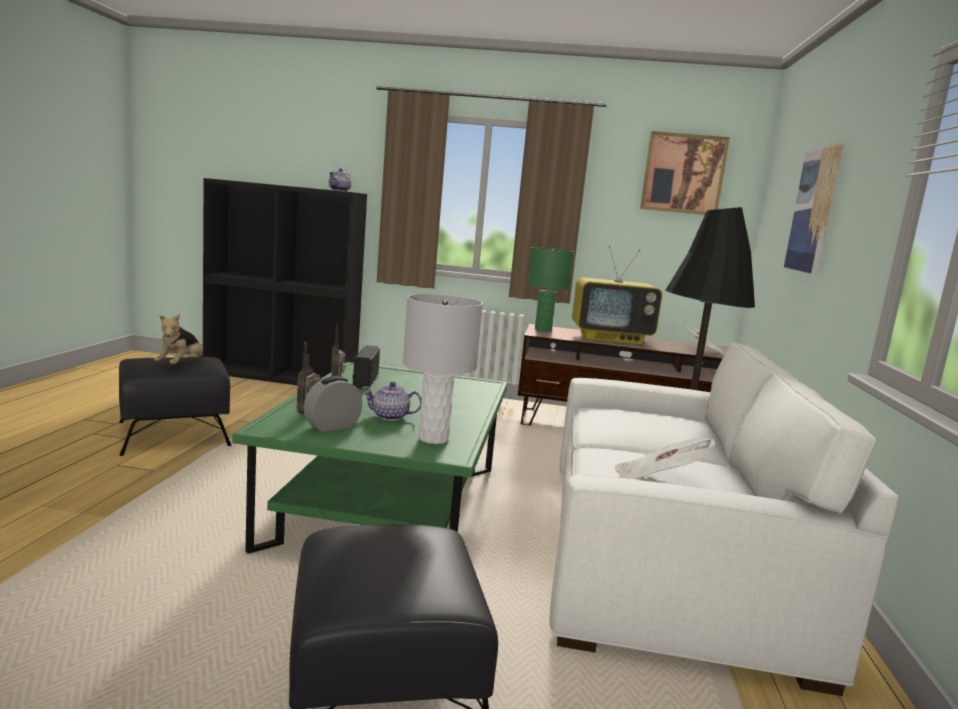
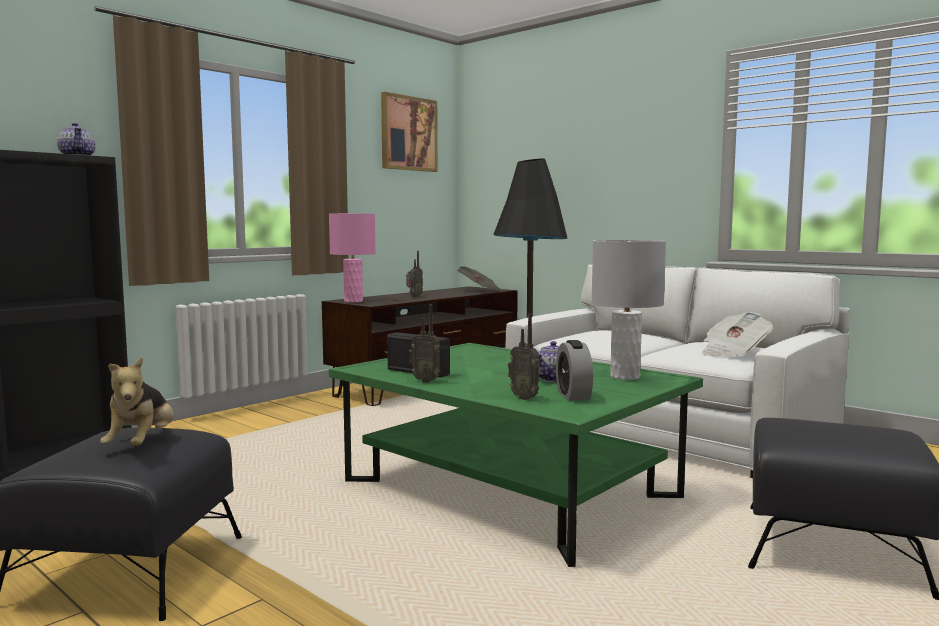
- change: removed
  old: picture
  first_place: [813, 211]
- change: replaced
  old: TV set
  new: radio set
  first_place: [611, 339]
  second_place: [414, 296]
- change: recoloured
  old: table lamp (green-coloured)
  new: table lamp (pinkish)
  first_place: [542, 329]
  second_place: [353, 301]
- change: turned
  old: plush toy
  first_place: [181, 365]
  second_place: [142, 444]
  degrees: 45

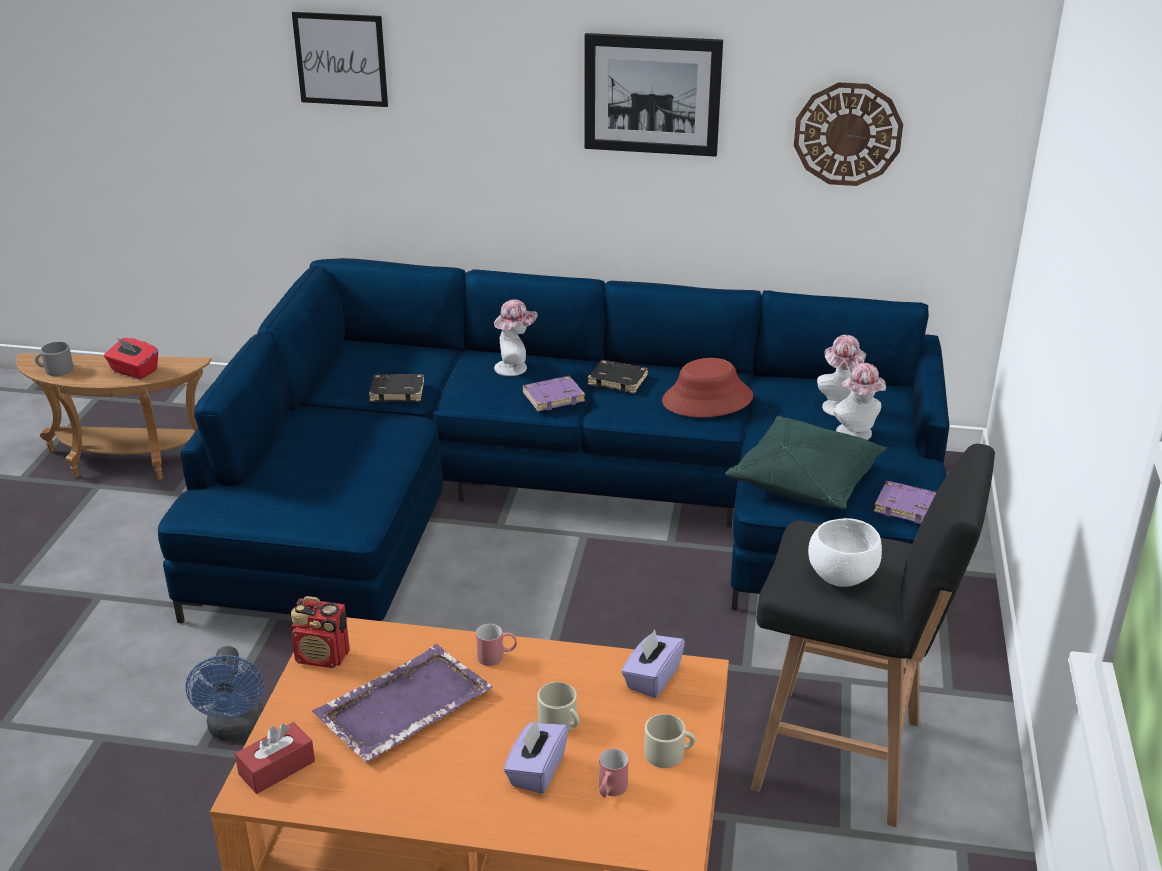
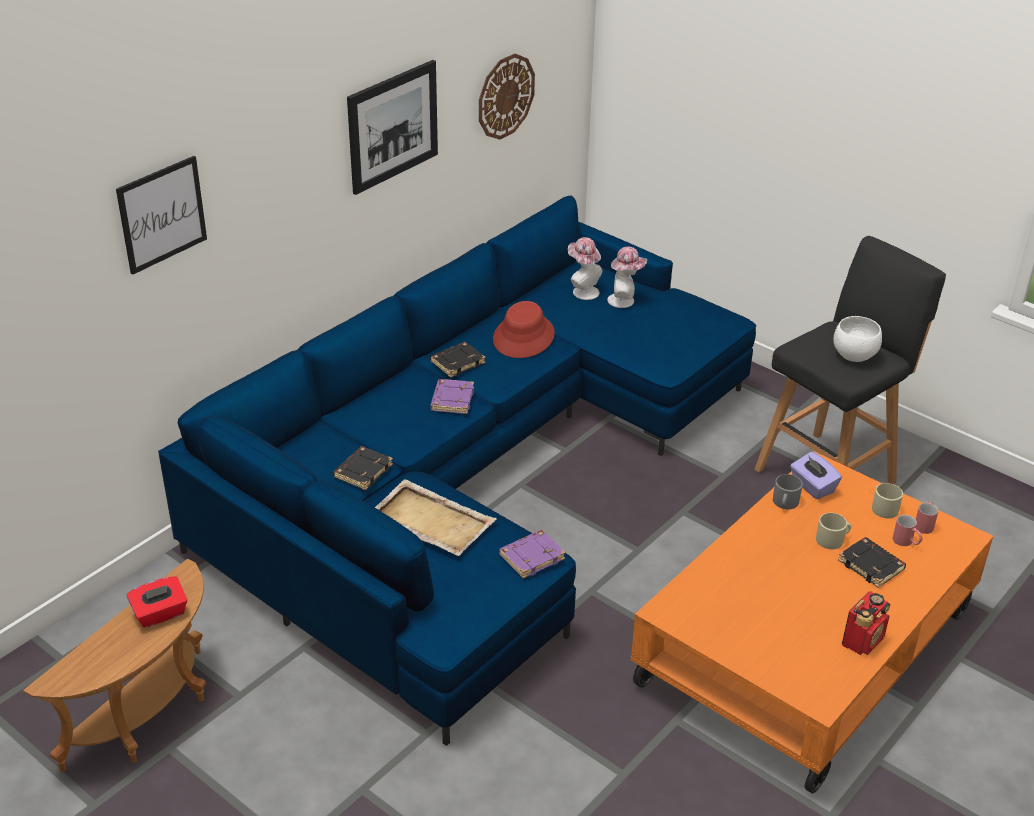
- change: removed
  old: fan (bluish)
  first_place: [235, 729]
- change: removed
  old: tissue holder (reddish)
  first_place: [277, 768]
- change: removed
  old: tray (purple)
  first_place: [402, 706]
- change: removed
  old: hat
  first_place: [515, 367]
- change: removed
  old: cushion (green-coloured)
  first_place: [805, 480]
- change: added
  new: tray (beige-coloured)
  second_place: [430, 521]
- change: moved
  old: mug (greyish)
  first_place: [55, 370]
  second_place: [785, 503]
- change: moved
  old: radio set
  first_place: [323, 656]
  second_place: [863, 641]
- change: moved
  old: mug (reddish)
  first_place: [497, 657]
  second_place: [924, 524]
- change: moved
  old: bound book (purple)
  first_place: [909, 507]
  second_place: [532, 557]
- change: replaced
  old: tissue holder (purple)
  new: bound book (black-coloured)
  first_place: [536, 771]
  second_place: [872, 565]

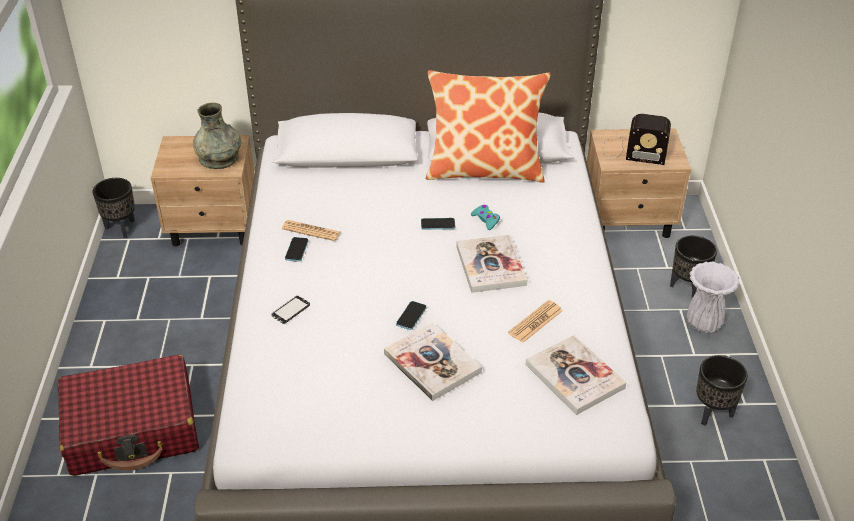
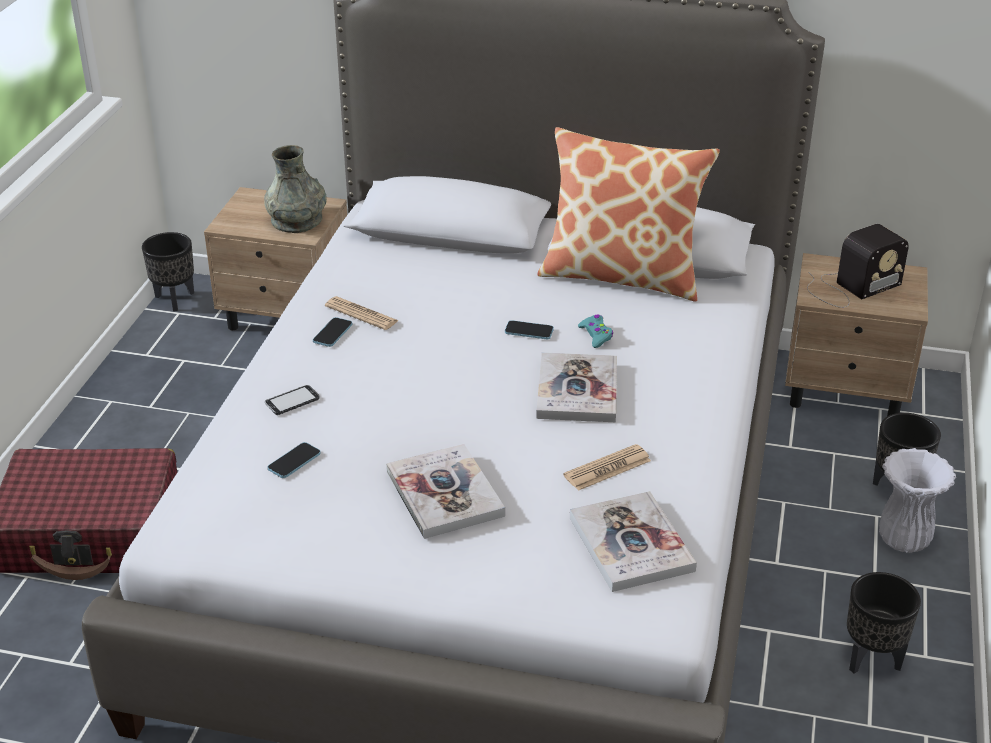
- change: moved
  old: telephone
  first_place: [411, 316]
  second_place: [294, 461]
- change: turned
  old: radio set
  first_place: [632, 151]
  second_place: [850, 287]
  degrees: -60

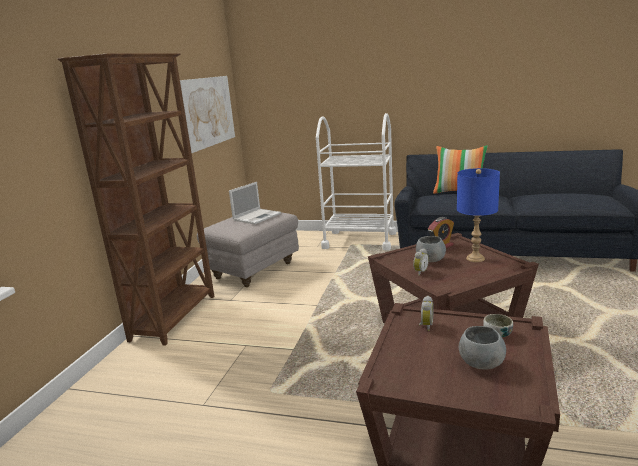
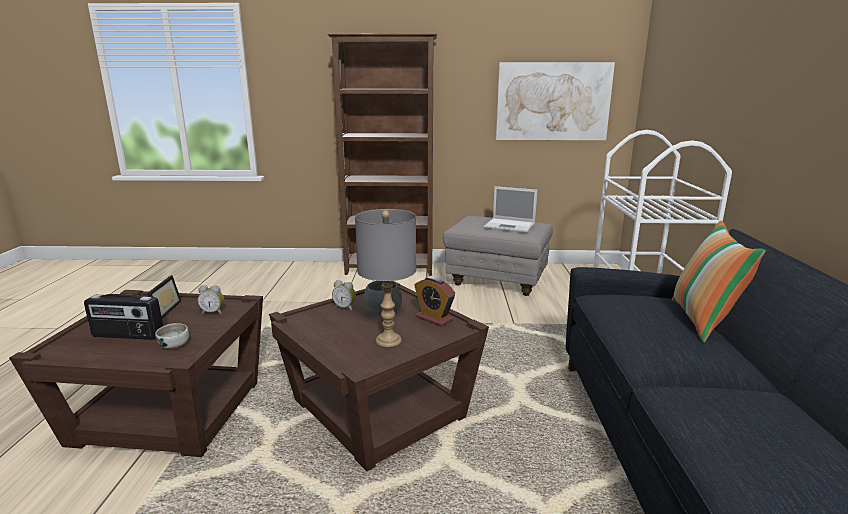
- change: added
  new: standing frame
  second_place: [162, 311]
- change: replaced
  old: bowl (greyish)
  new: radio set
  first_place: [481, 363]
  second_place: [127, 335]
- change: recoloured
  old: table lamp (bluish)
  new: table lamp (greyish)
  first_place: [475, 258]
  second_place: [389, 340]

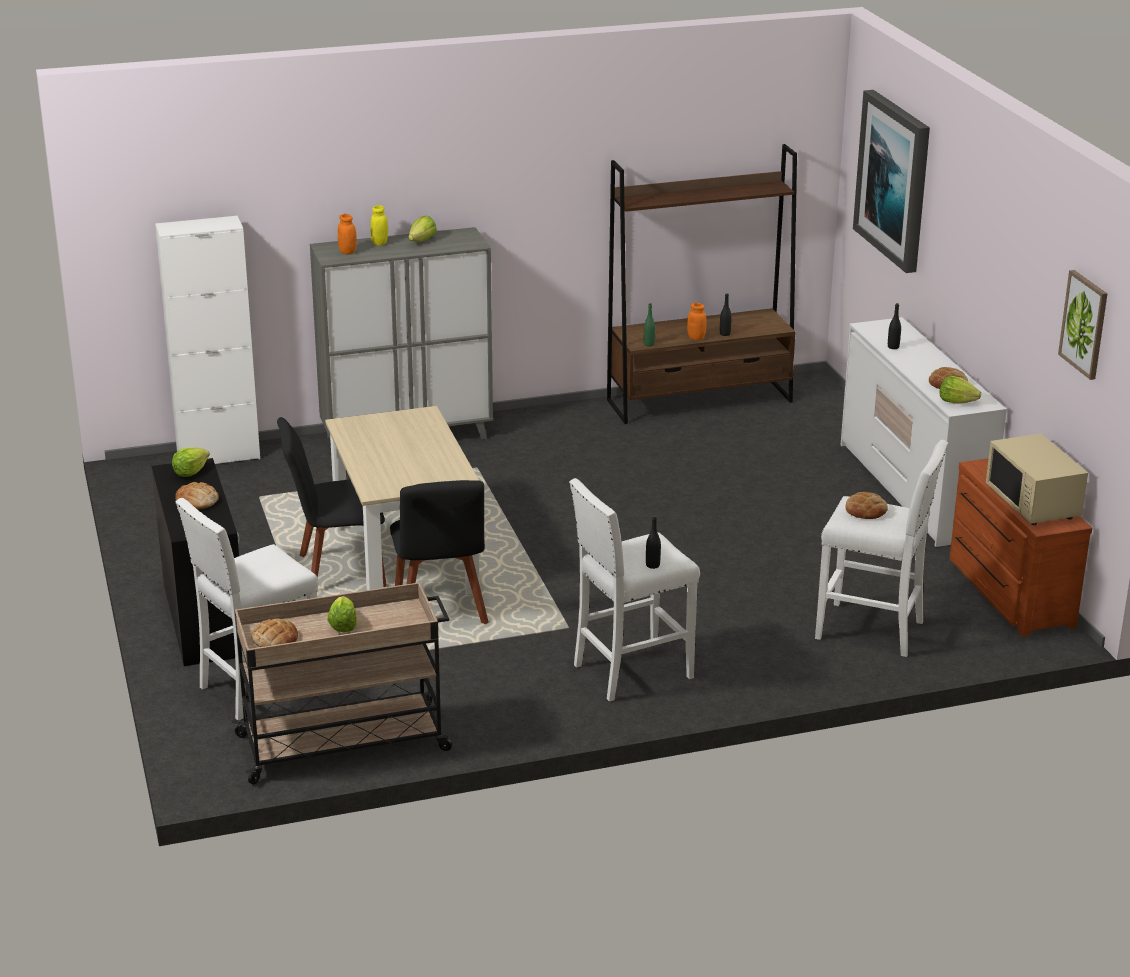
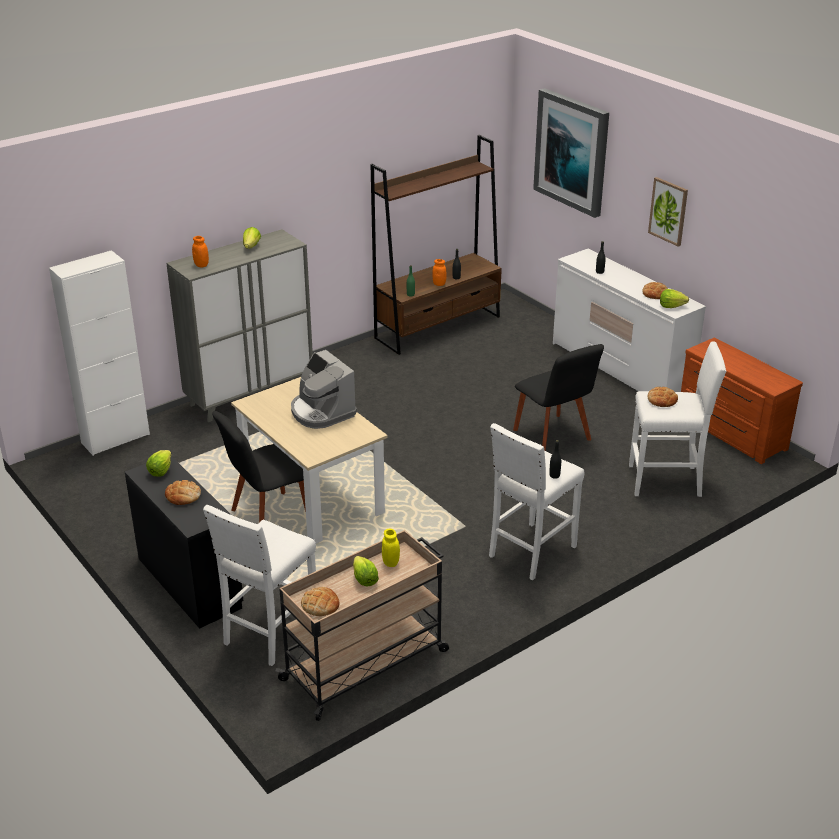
- change: removed
  old: microwave (beige-coloured)
  first_place: [1033, 503]
- change: added
  new: coffee maker
  second_place: [321, 412]
- change: moved
  old: storage jar (yellowish)
  first_place: [379, 243]
  second_place: [390, 562]
- change: moved
  old: chair (black-coloured)
  first_place: [440, 611]
  second_place: [554, 437]
- change: moved
  old: picture
  first_place: [1084, 324]
  second_place: [668, 211]

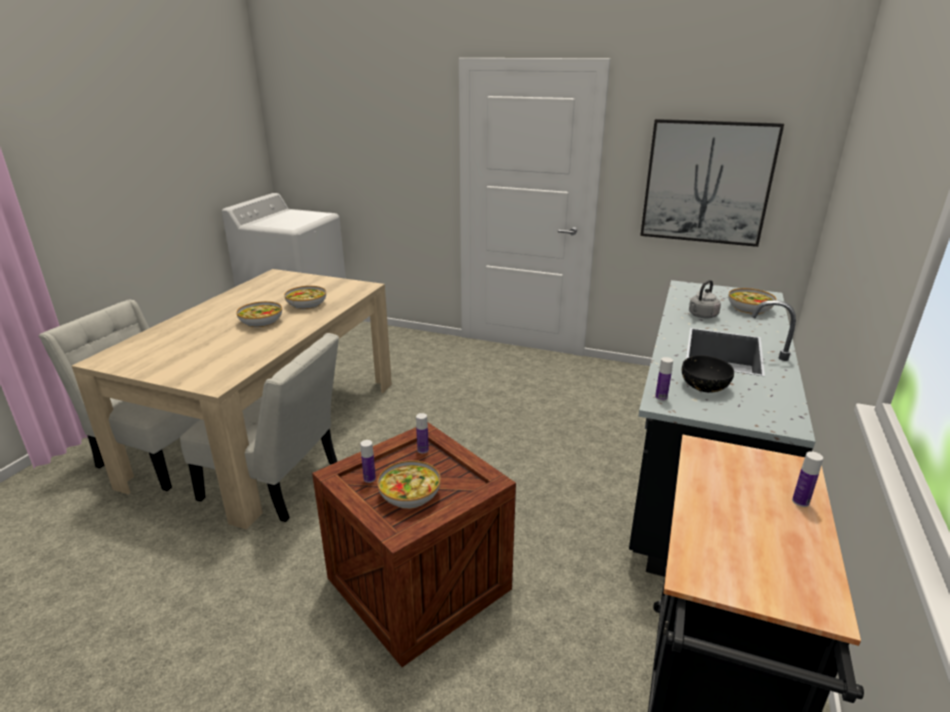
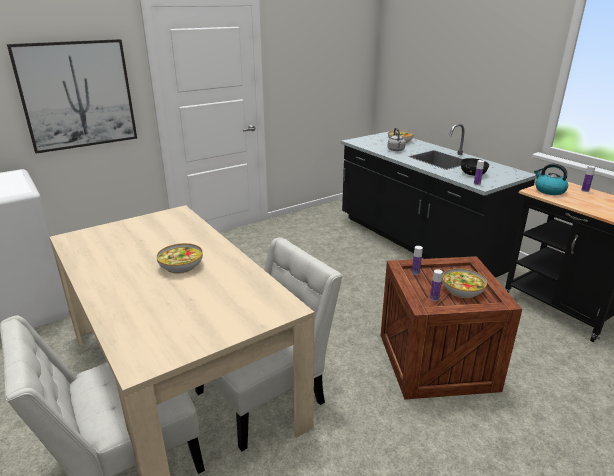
- change: removed
  old: bowl
  first_place: [306, 304]
- change: added
  new: tea kettle
  second_place: [549, 190]
- change: moved
  old: picture
  first_place: [707, 182]
  second_place: [77, 95]

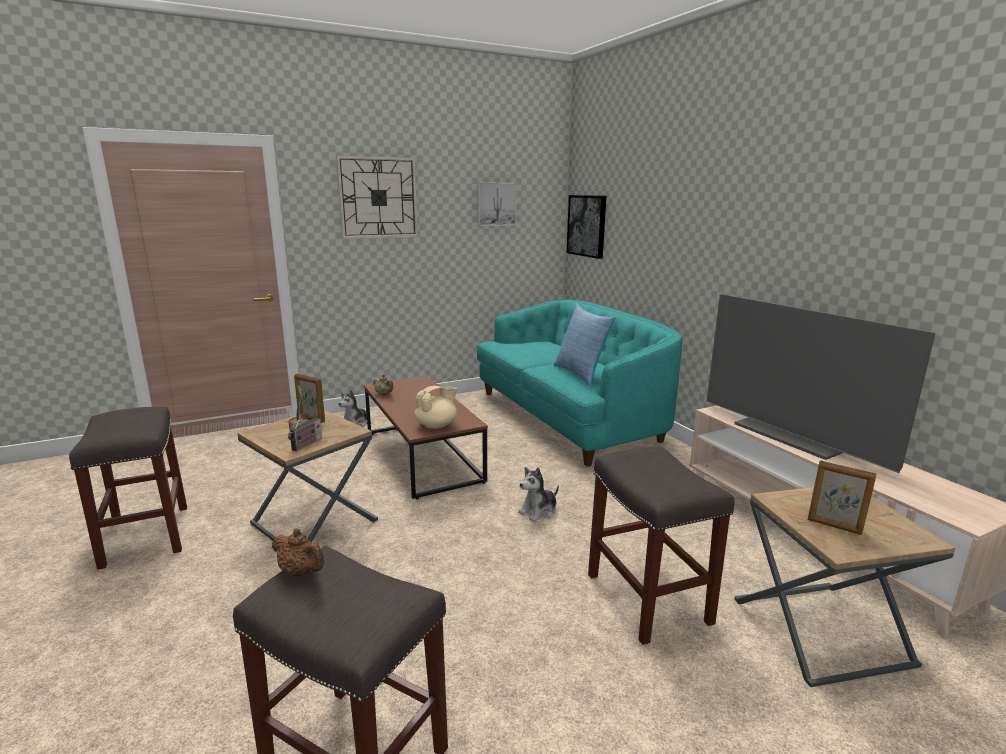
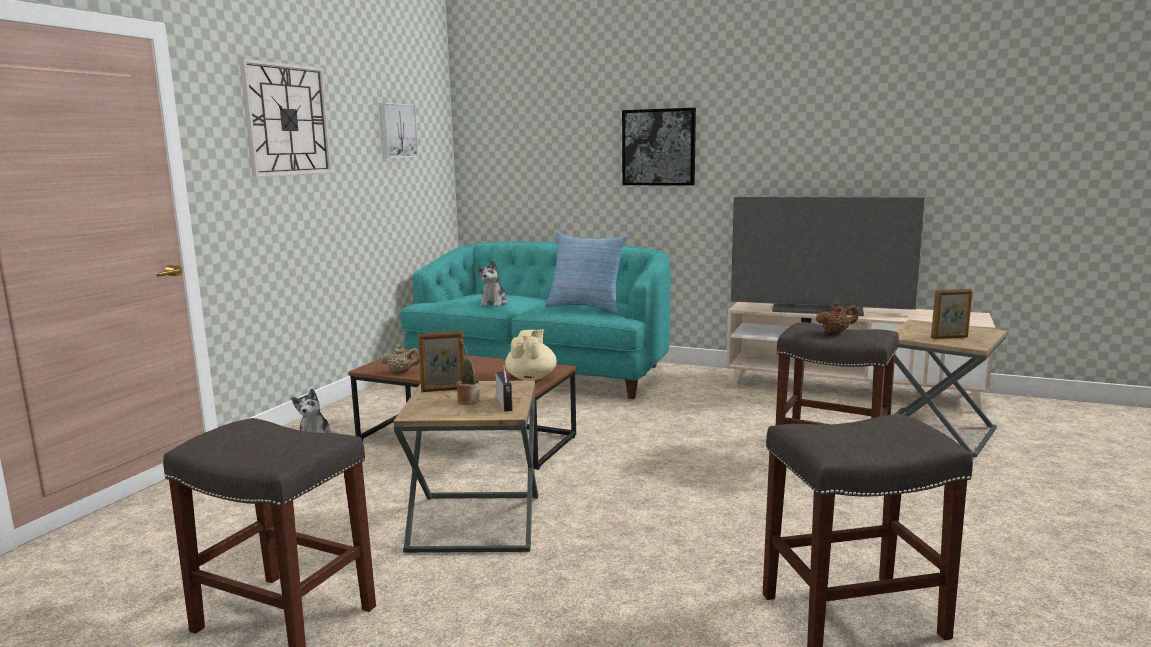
- change: moved
  old: teapot (brown-coloured)
  first_place: [301, 572]
  second_place: [836, 332]
- change: moved
  old: plush toy
  first_place: [539, 511]
  second_place: [493, 303]
- change: moved
  old: picture
  first_place: [587, 226]
  second_place: [659, 147]

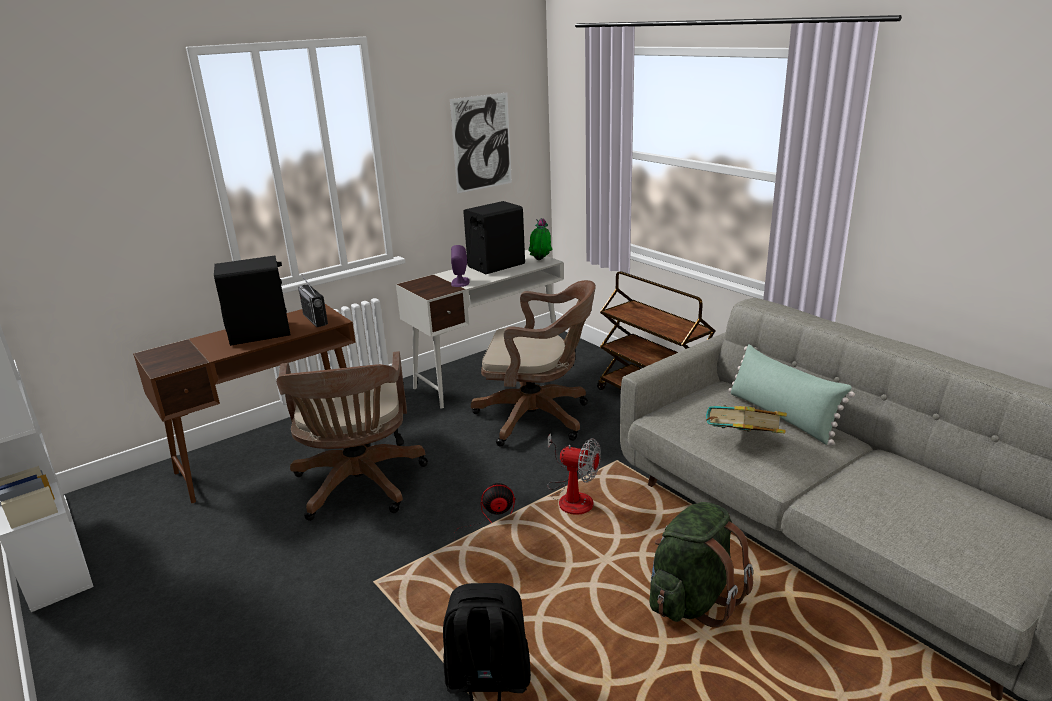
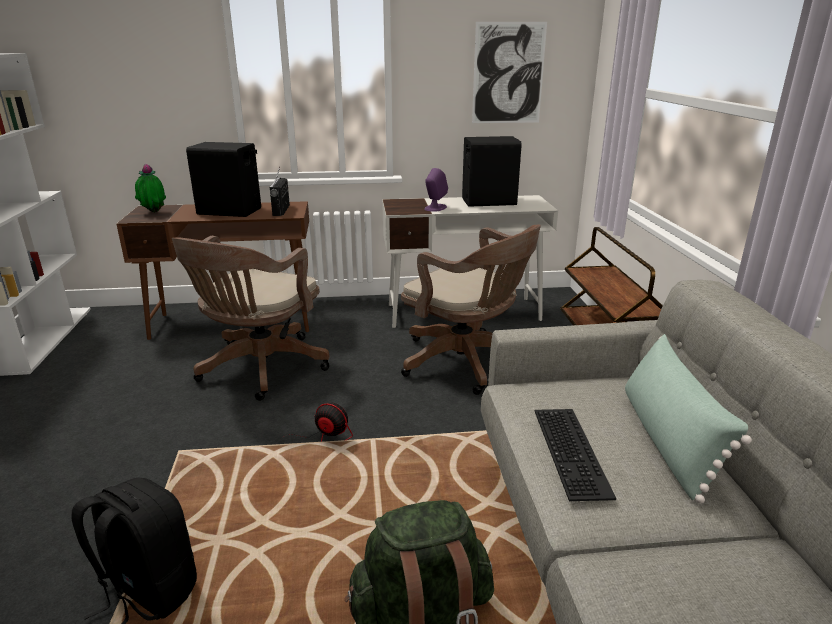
- change: removed
  old: fan
  first_place: [571, 497]
- change: moved
  old: plant in a pot
  first_place: [540, 260]
  second_place: [153, 213]
- change: replaced
  old: bound book
  new: PC keyboard
  first_place: [742, 442]
  second_place: [574, 451]

